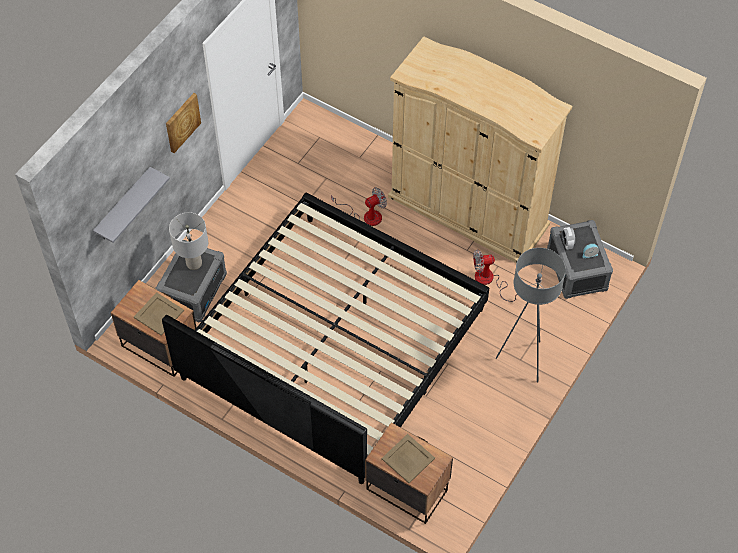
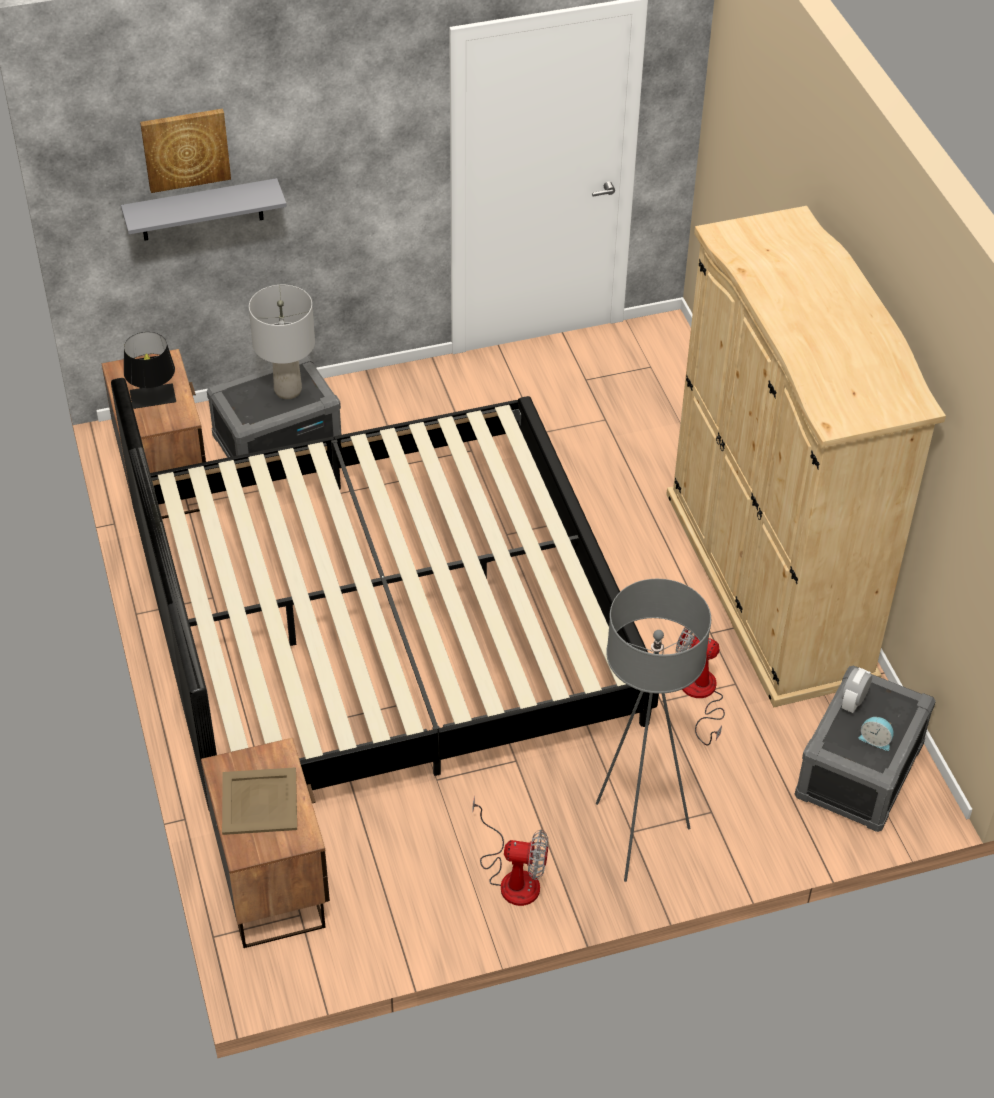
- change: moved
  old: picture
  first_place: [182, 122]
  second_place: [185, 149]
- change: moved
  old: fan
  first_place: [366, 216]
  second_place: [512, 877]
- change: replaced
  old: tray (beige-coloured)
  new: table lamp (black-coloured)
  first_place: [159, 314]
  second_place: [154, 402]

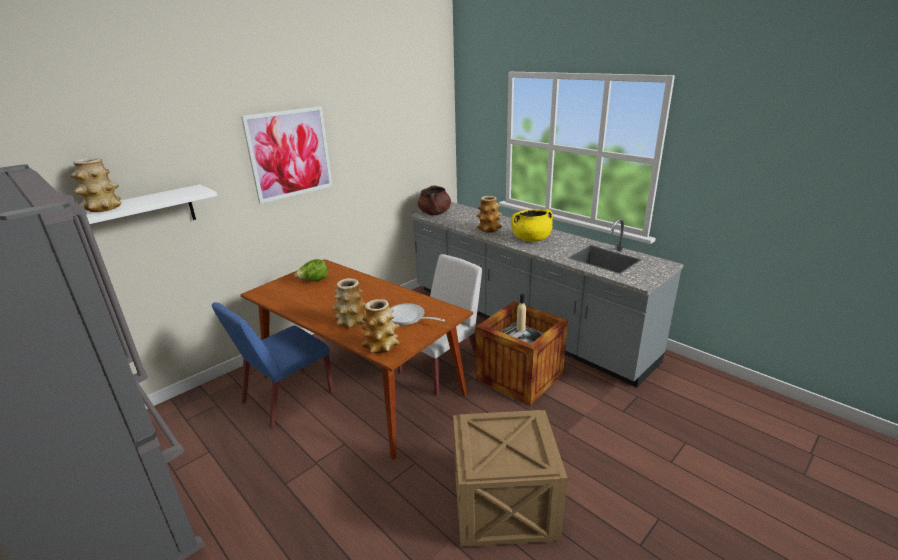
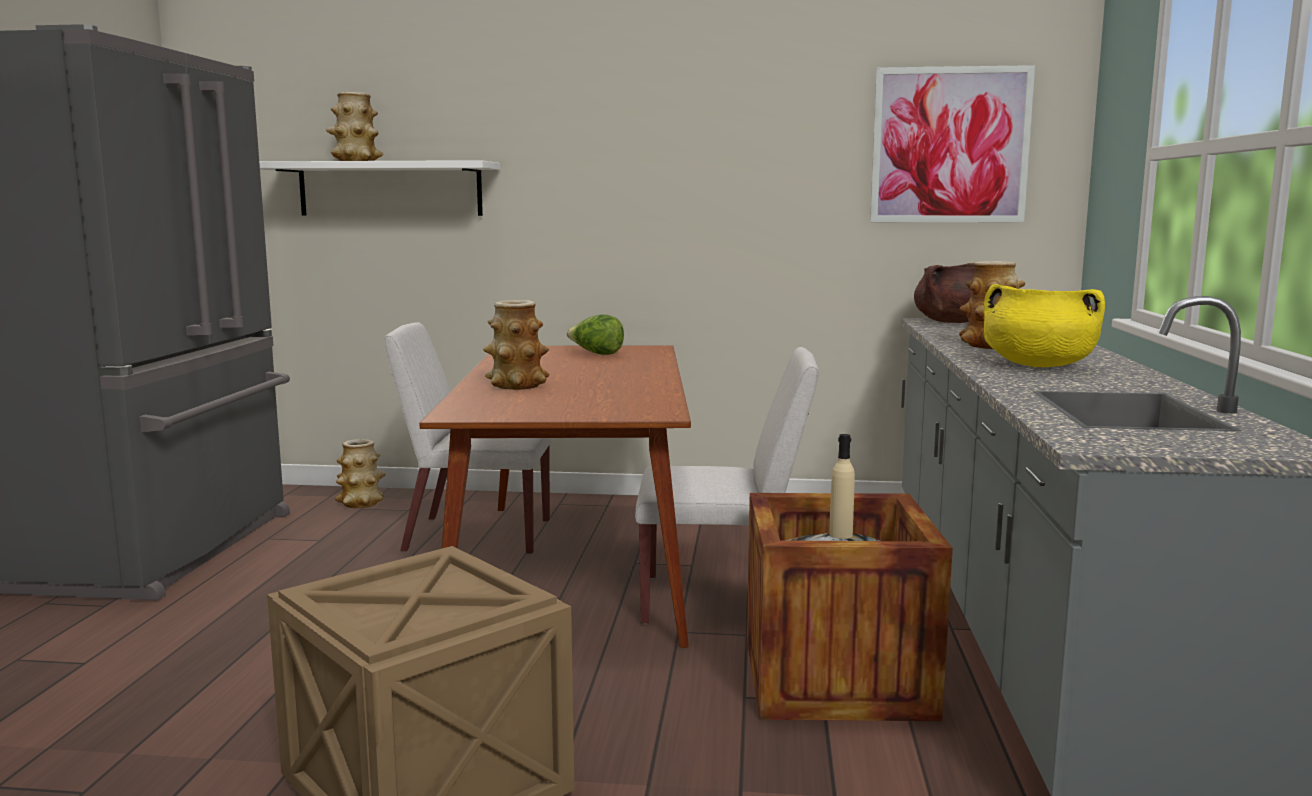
- change: removed
  old: pan
  first_place: [408, 318]
- change: moved
  old: picture
  first_place: [290, 154]
  second_place: [950, 145]
- change: moved
  old: flower vase
  first_place: [382, 346]
  second_place: [361, 503]
- change: recoloured
  old: chair (bluish)
  new: chair (white)
  first_place: [287, 398]
  second_place: [476, 536]

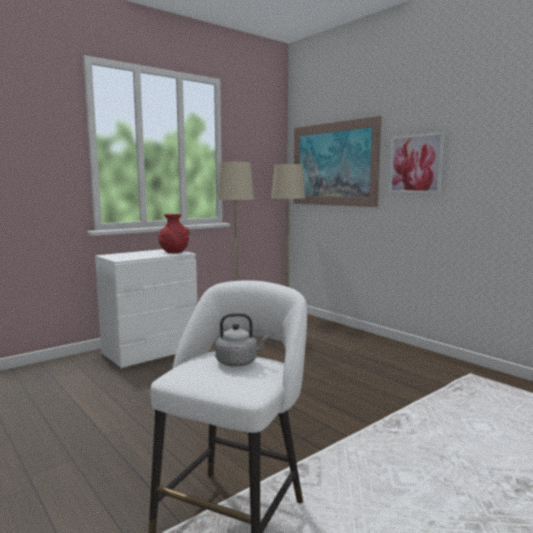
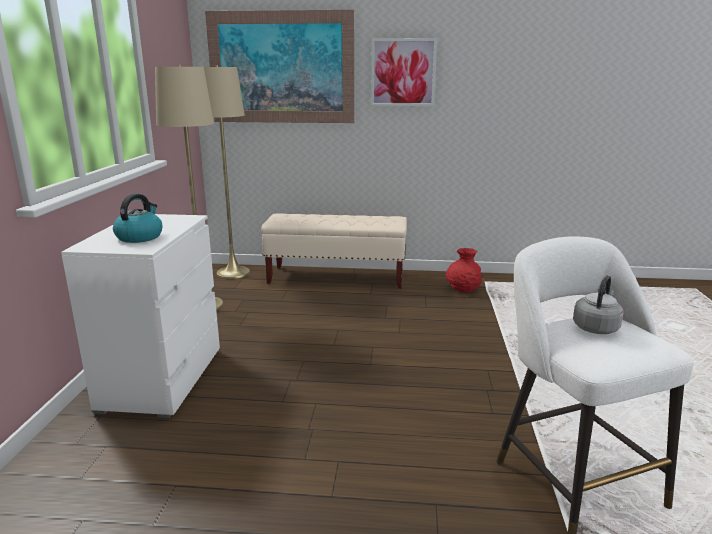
- change: added
  new: tea kettle
  second_place: [140, 237]
- change: added
  new: bench (beige-coloured)
  second_place: [336, 278]
- change: moved
  old: flower vase (reddish)
  first_place: [174, 252]
  second_place: [462, 289]

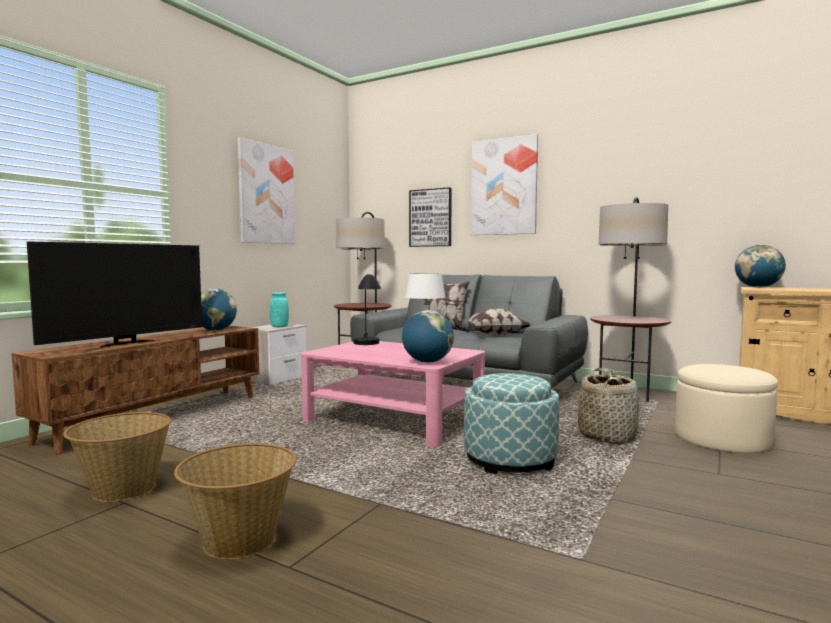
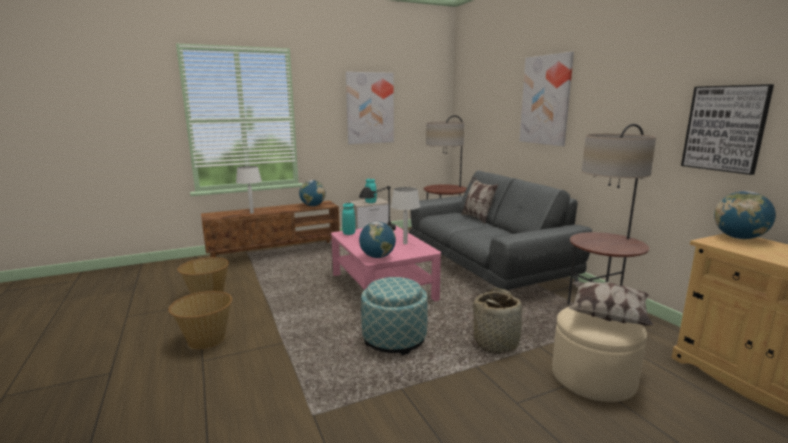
- change: added
  new: flower vase (blue-green)
  second_place: [349, 233]
- change: moved
  old: picture
  first_place: [430, 218]
  second_place: [724, 128]
- change: moved
  old: cushion
  first_place: [494, 335]
  second_place: [607, 316]
- change: replaced
  old: TV set
  new: table lamp (white)
  first_place: [126, 343]
  second_place: [252, 213]

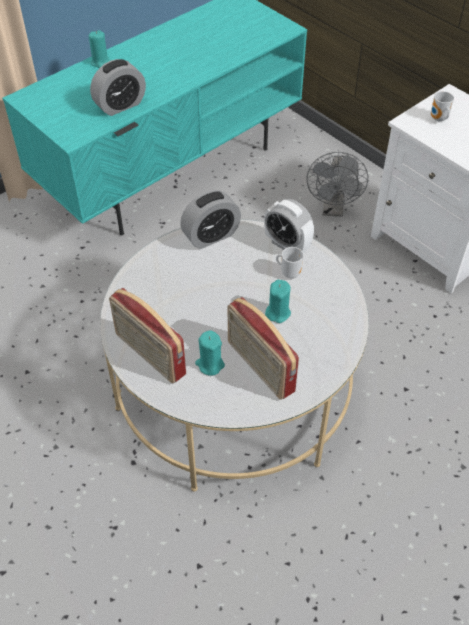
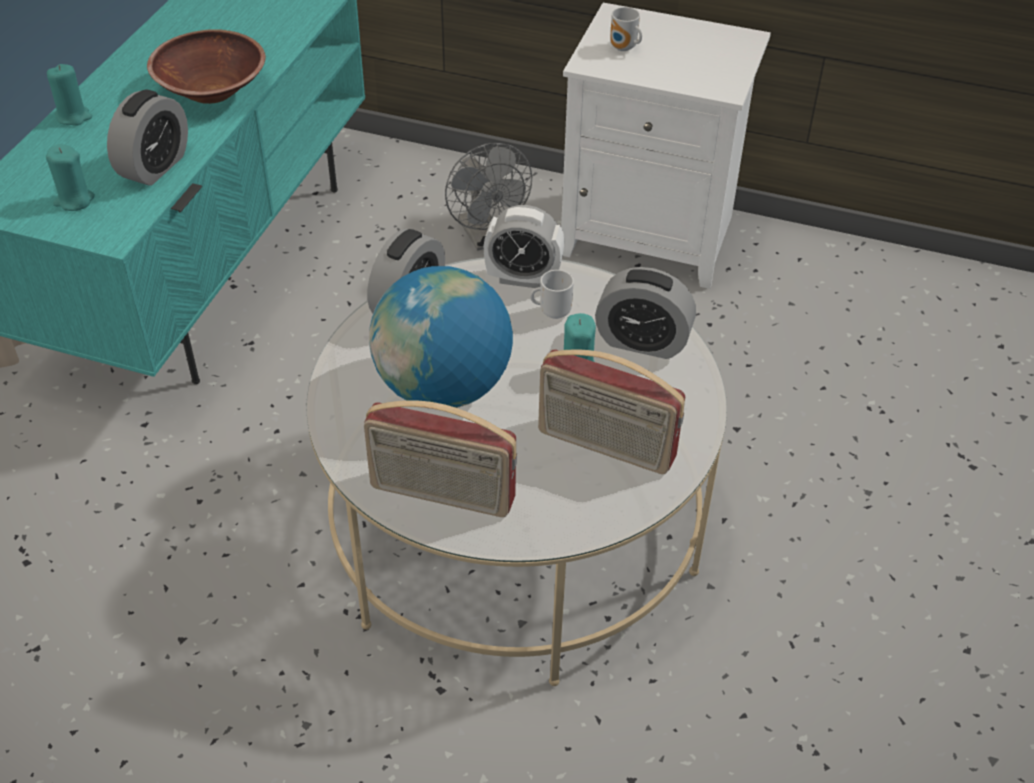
- change: added
  new: bowl (brown-coloured)
  second_place: [211, 91]
- change: added
  new: desk globe
  second_place: [443, 388]
- change: added
  new: alarm clock
  second_place: [642, 341]
- change: moved
  old: candle (blue-green)
  first_place: [210, 364]
  second_place: [74, 200]

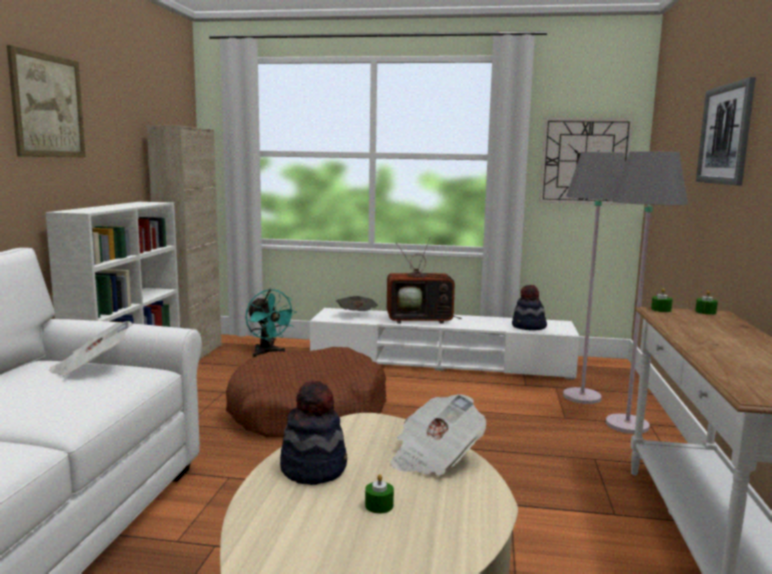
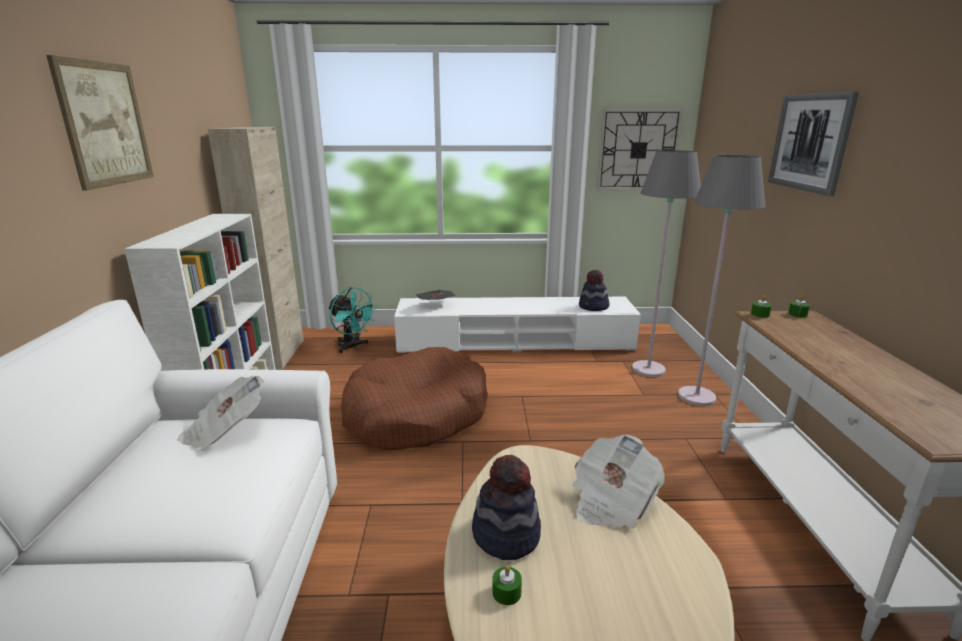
- change: removed
  old: TV set
  first_place: [421, 319]
- change: moved
  old: candle (green-coloured)
  first_place: [379, 505]
  second_place: [506, 592]

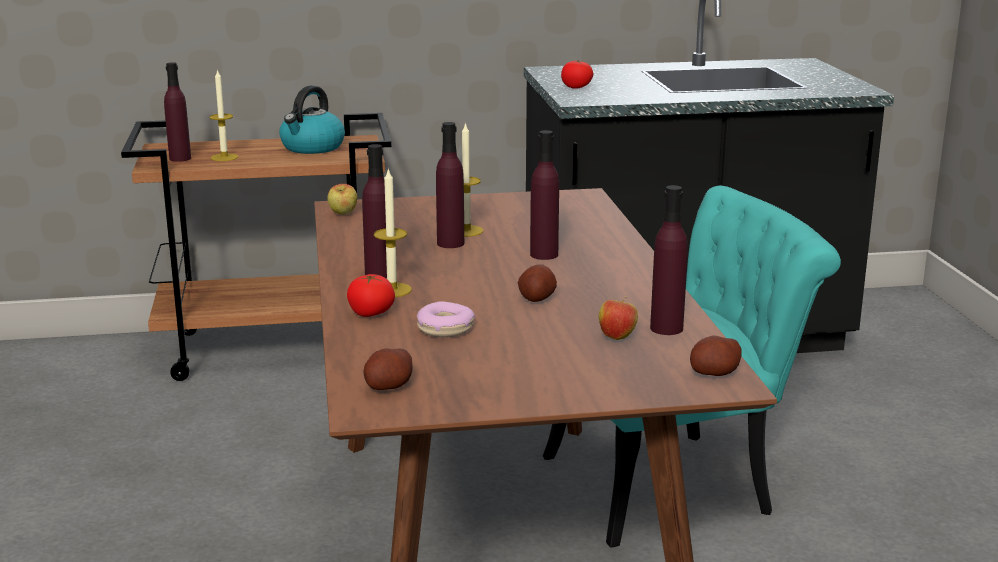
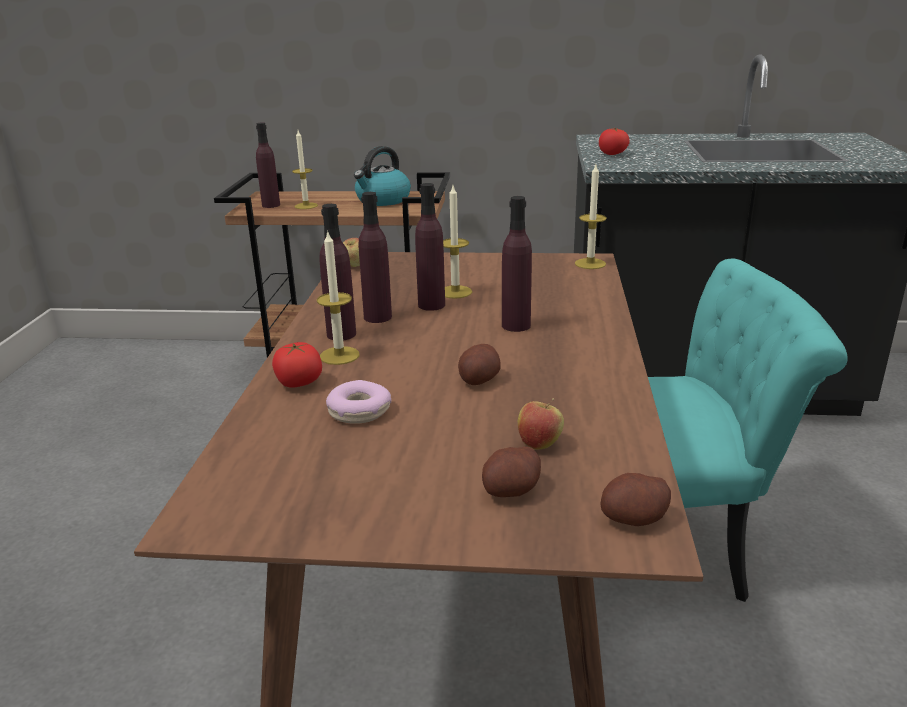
- change: added
  new: candle
  second_place: [590, 263]
- change: moved
  old: potato
  first_place: [389, 387]
  second_place: [511, 490]
- change: moved
  old: drink bottle (purple)
  first_place: [666, 328]
  second_place: [378, 317]

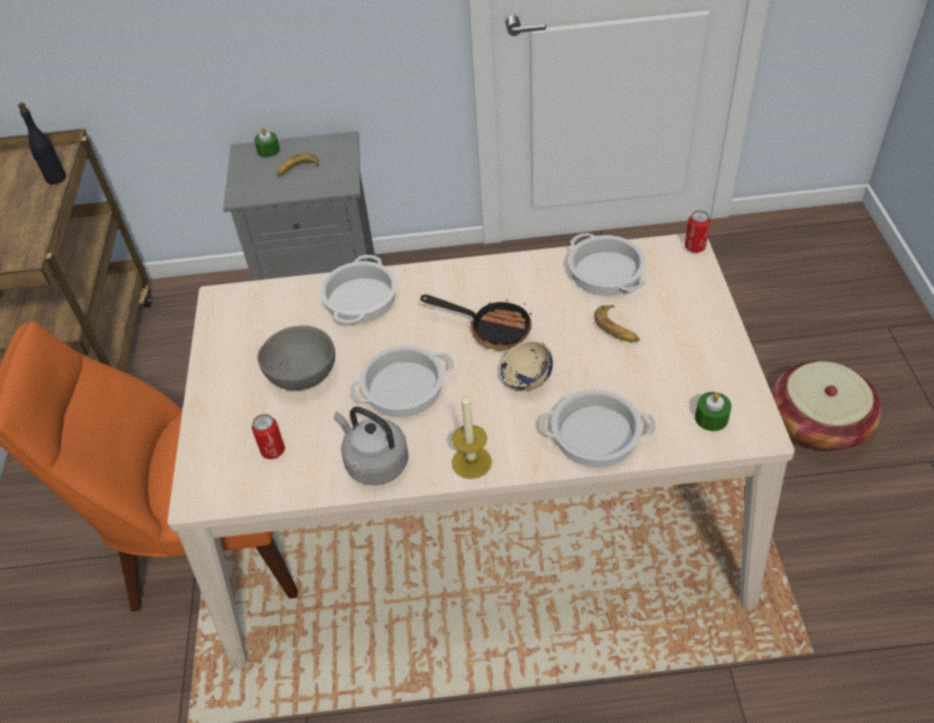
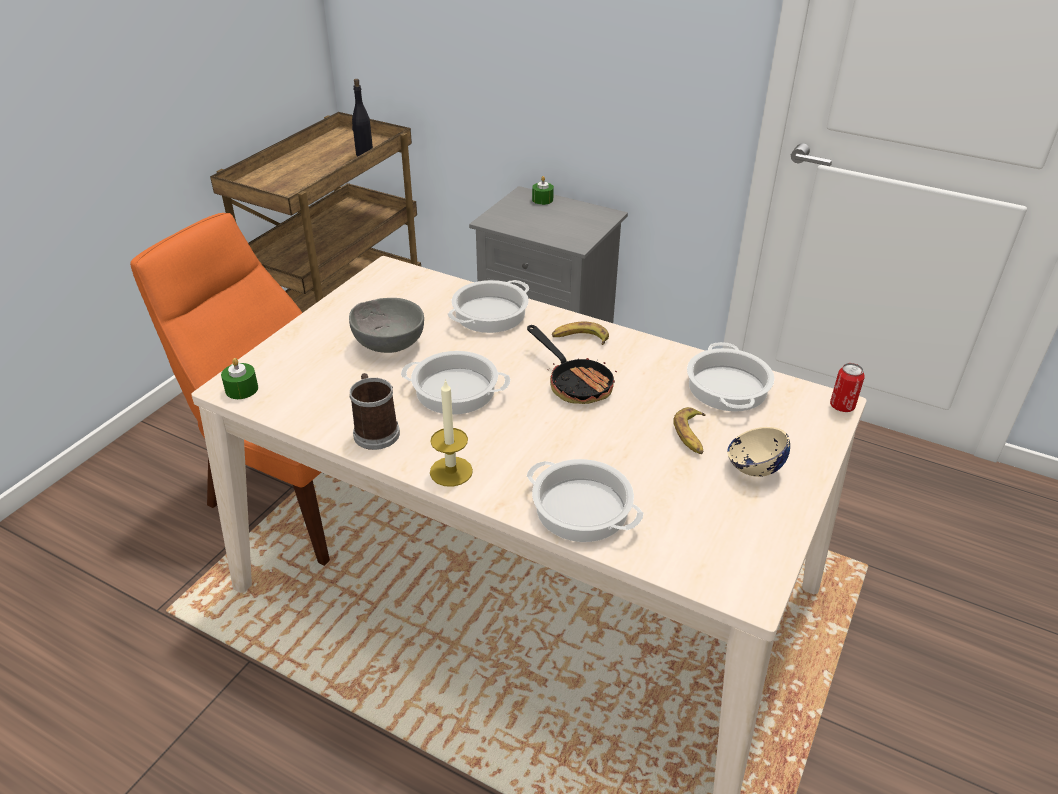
- change: removed
  old: can
  first_place: [273, 450]
- change: removed
  old: household basket
  first_place: [818, 423]
- change: moved
  old: banana
  first_place: [298, 169]
  second_place: [580, 339]
- change: moved
  old: bowl (beige-coloured)
  first_place: [526, 380]
  second_place: [754, 468]
- change: moved
  old: candle (green-coloured)
  first_place: [711, 418]
  second_place: [241, 389]
- change: replaced
  old: tea kettle (greyish)
  new: mug
  first_place: [374, 462]
  second_place: [375, 431]

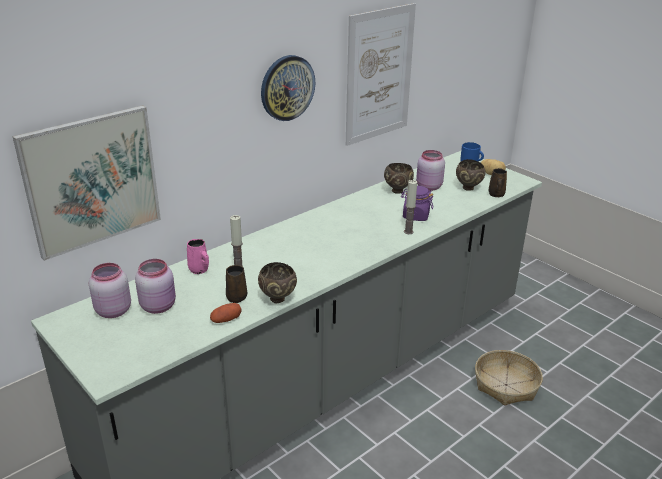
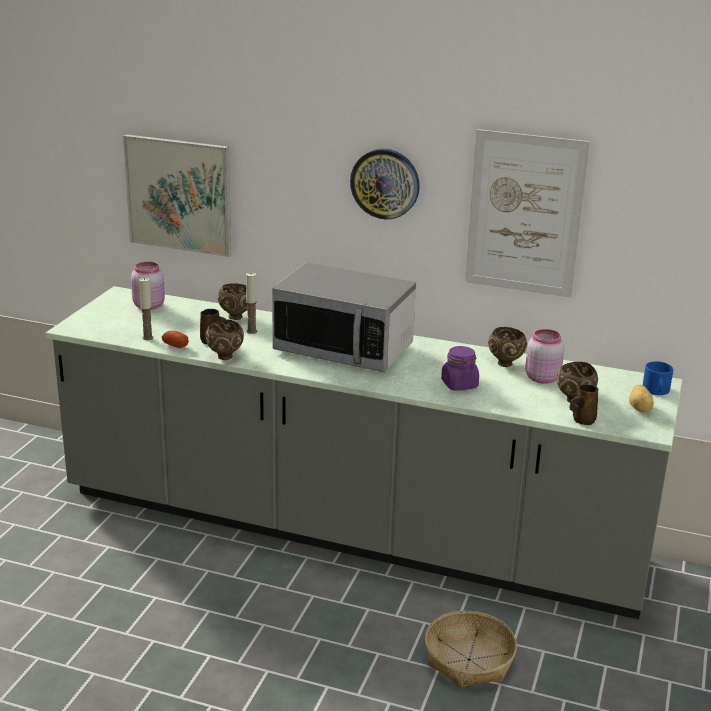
- change: removed
  old: storage jar (pinkish)
  first_place: [159, 306]
- change: added
  new: microwave
  second_place: [344, 349]
- change: moved
  old: candle
  first_place: [408, 232]
  second_place: [147, 338]
- change: replaced
  old: mug (pinkish)
  new: bowl (brown-coloured)
  first_place: [199, 270]
  second_place: [236, 317]

